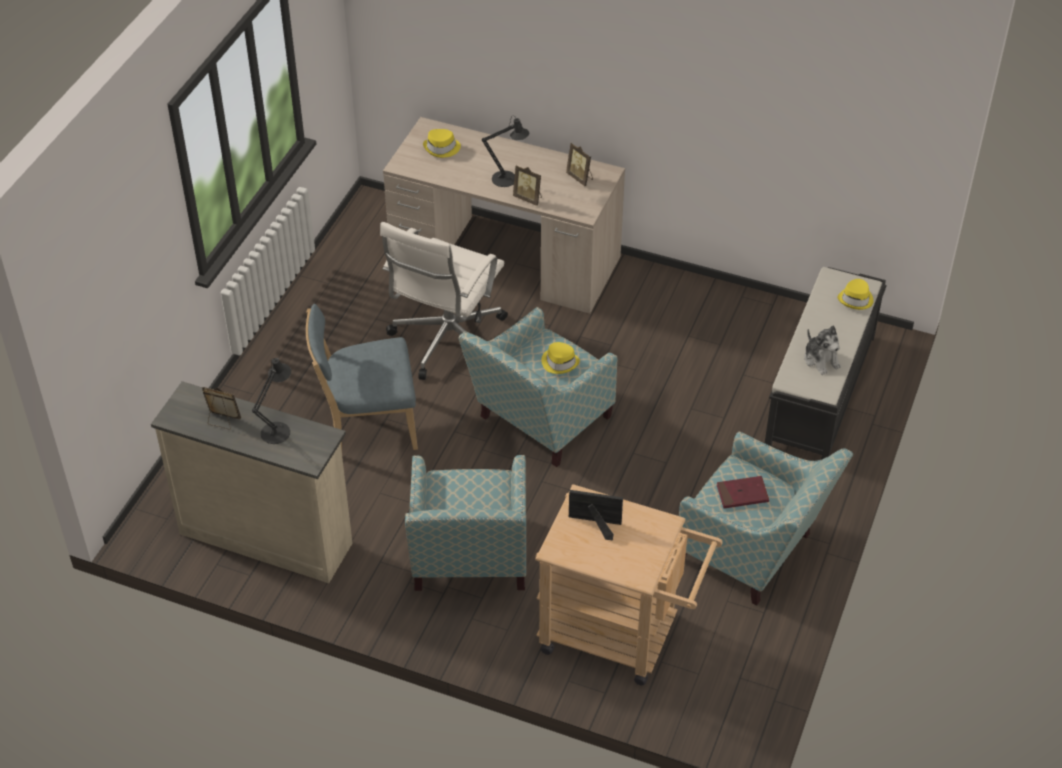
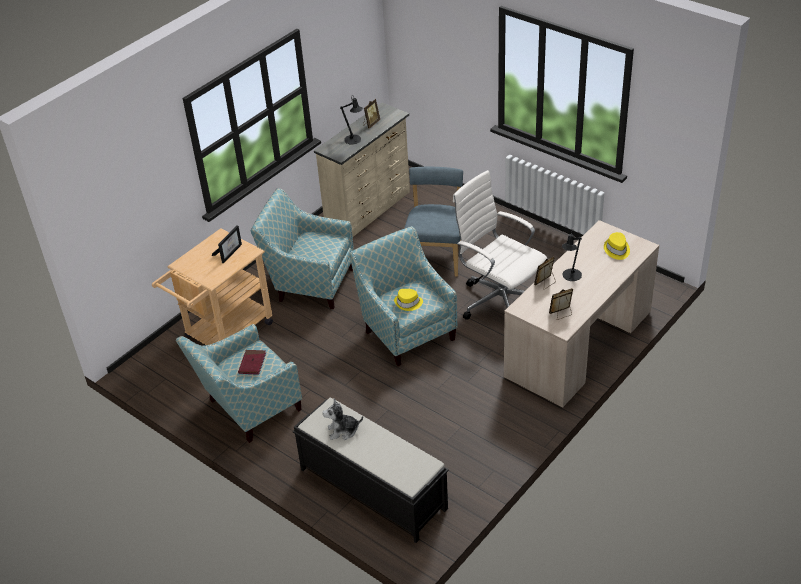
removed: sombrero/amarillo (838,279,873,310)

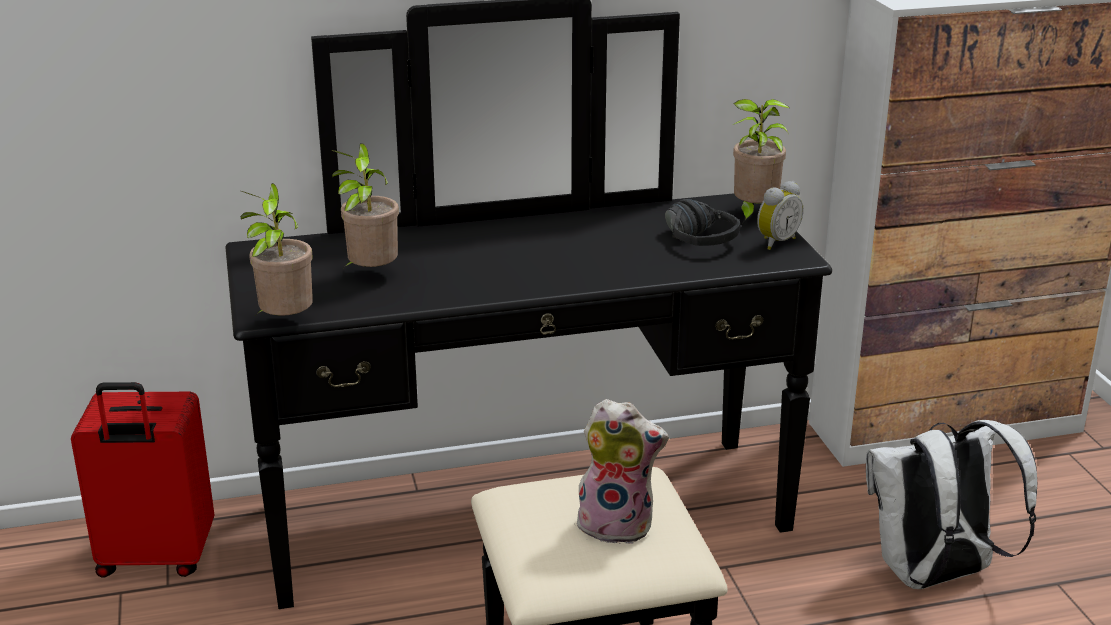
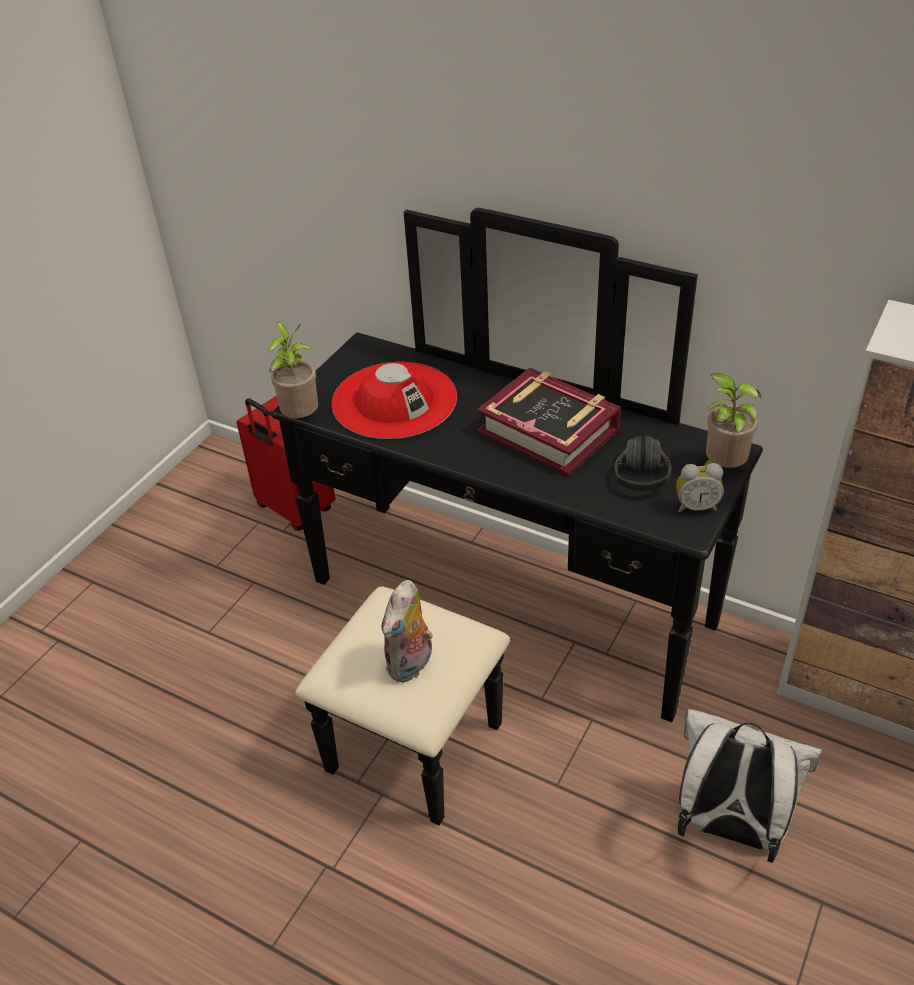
added: libro (477,368,621,476)
replaced: planta en maceta (331,143,399,268) to sombrero/rojo (332,362,457,439)
turned: peluche (577,399,669,544) = (382,580,433,683) 60 degrees clockwise

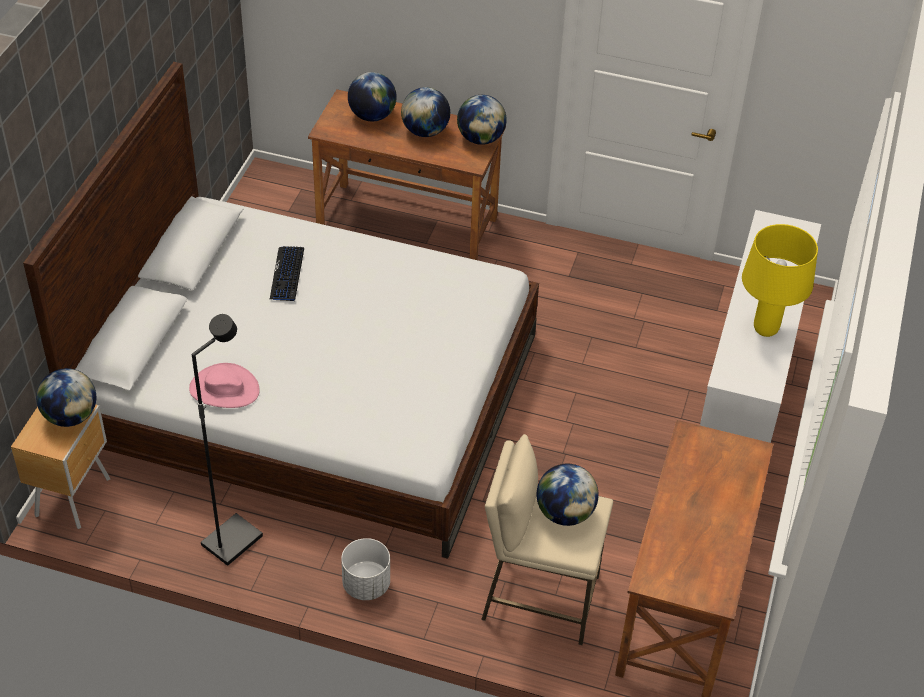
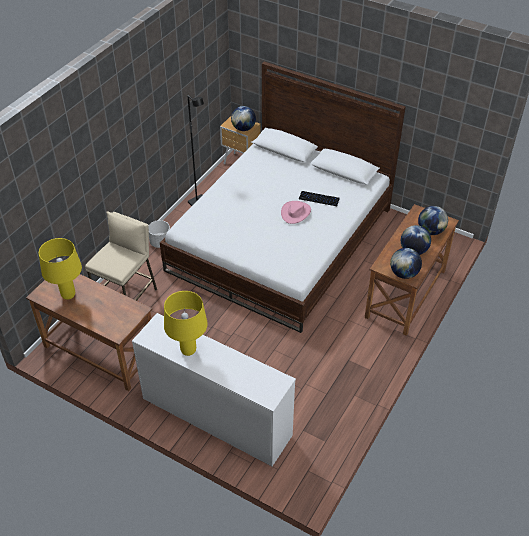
removed: globo terráqueo (537,464,599,526)
added: lámpara de mesa/amarillo (39,238,82,300)
moved: sombrero/rosa (189,363,260,408) to (281,201,311,224)

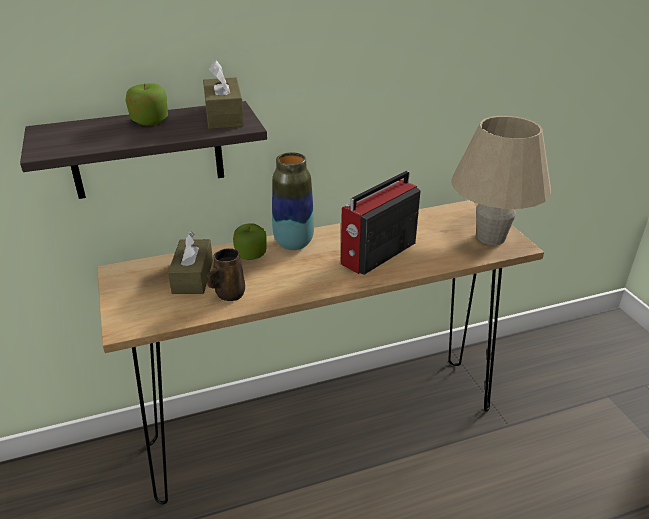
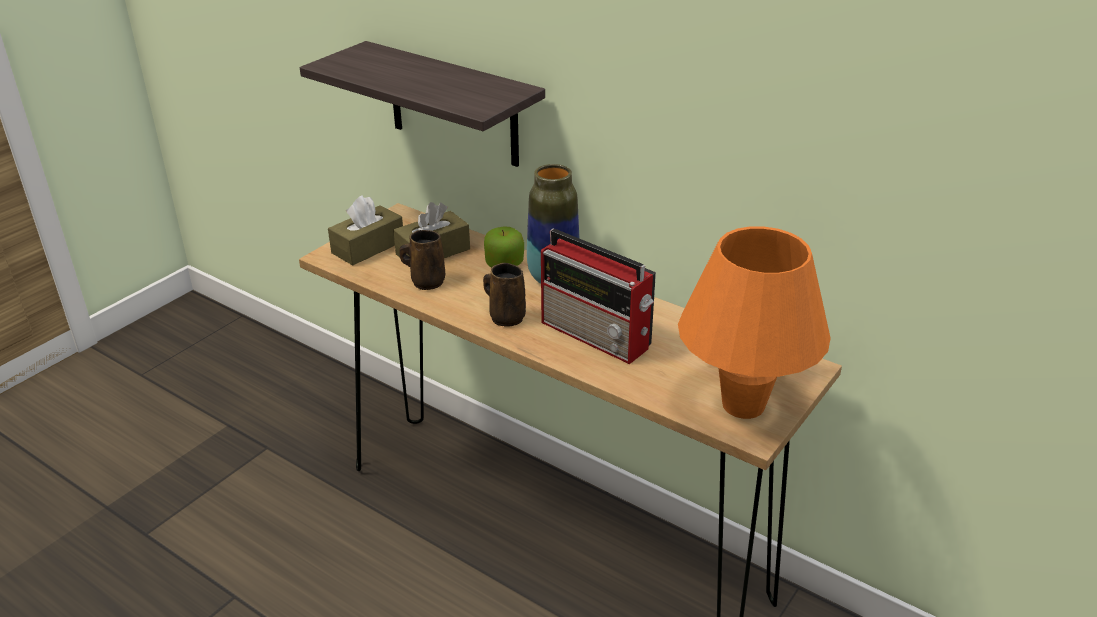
removed: manzana (125,84,168,125)
added: taza grande/marrón (483,263,526,326)
moved: caja de pañuelos/marrón (203,60,244,129) to (328,196,403,265)
recoloured: lámpara de mesa/beis (451,116,551,245) to lámpara de mesa/naranja (678,226,831,419)
turned: radio (341,171,421,275) = (541,229,656,364) 150 degrees counterclockwise

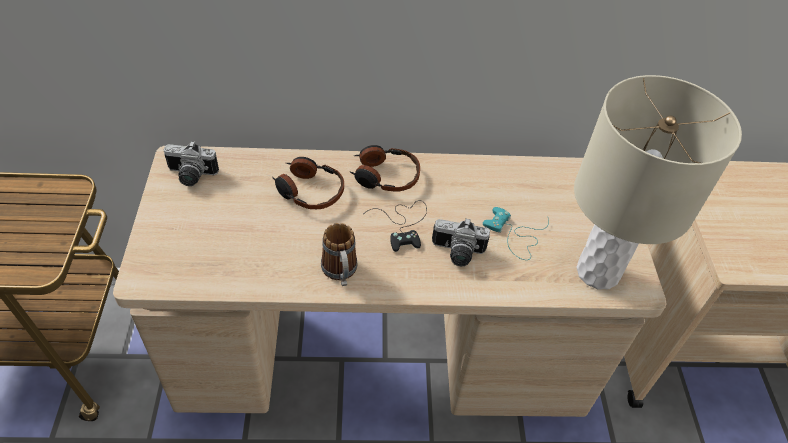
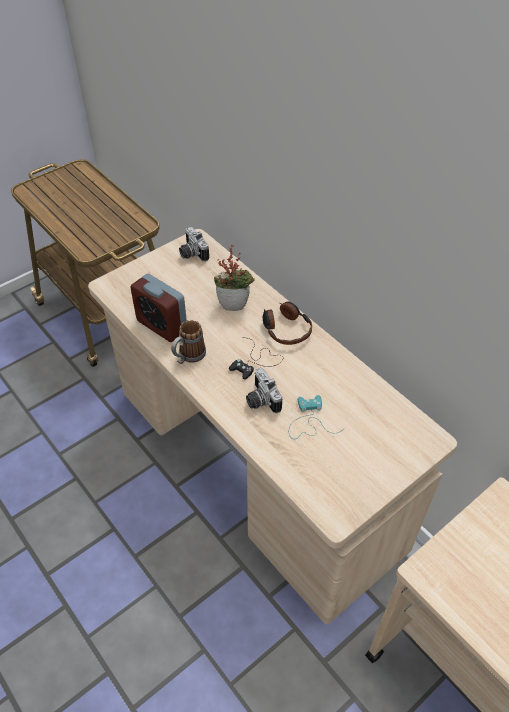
removed: lámpara de mesa/beis (574,75,742,289)
added: despertador (130,274,187,342)
replaced: auriculares (272,157,344,209) to planta en maceta (214,245,255,311)

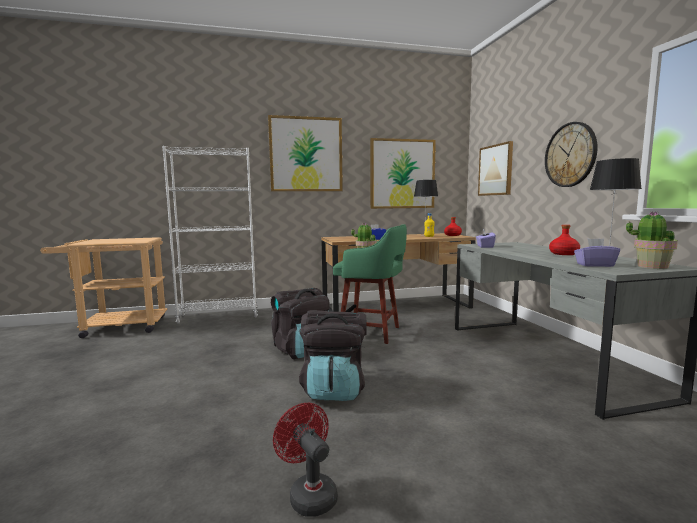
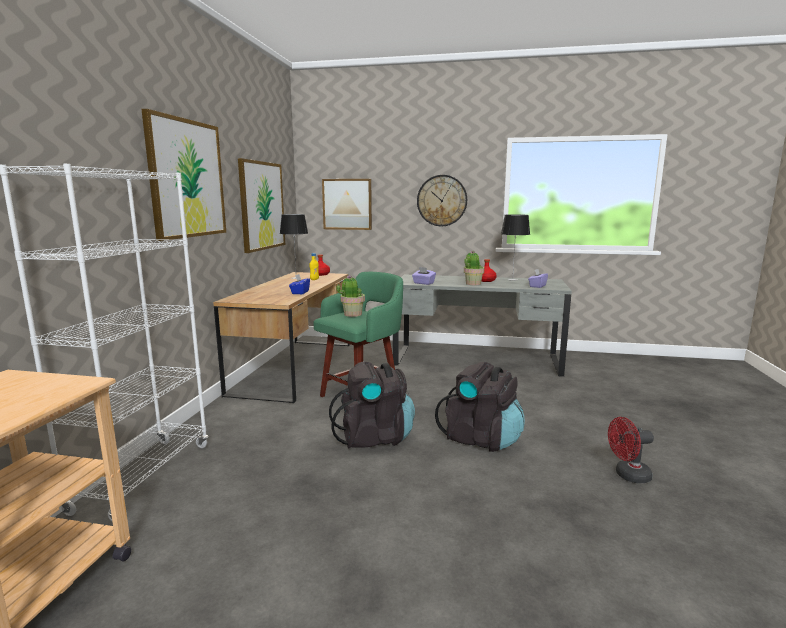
moved: planta en maceta (626,211,678,269) to (464,251,484,285)

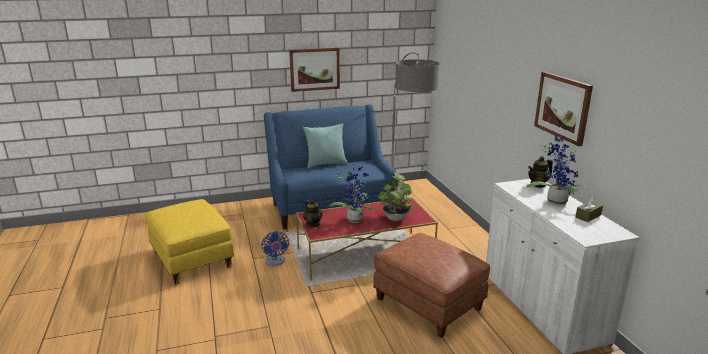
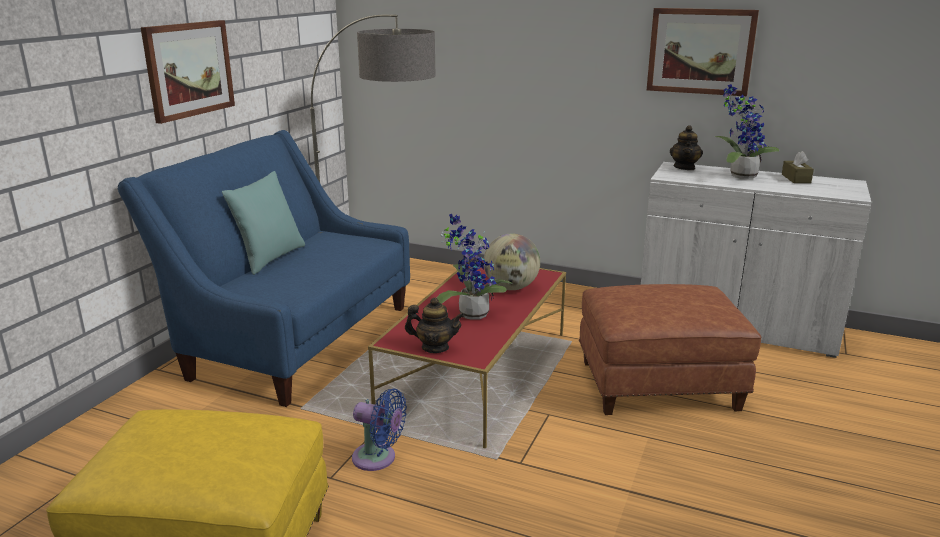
replaced: planta en maceta (377,172,414,221) to globo terráqueo (483,234,540,290)

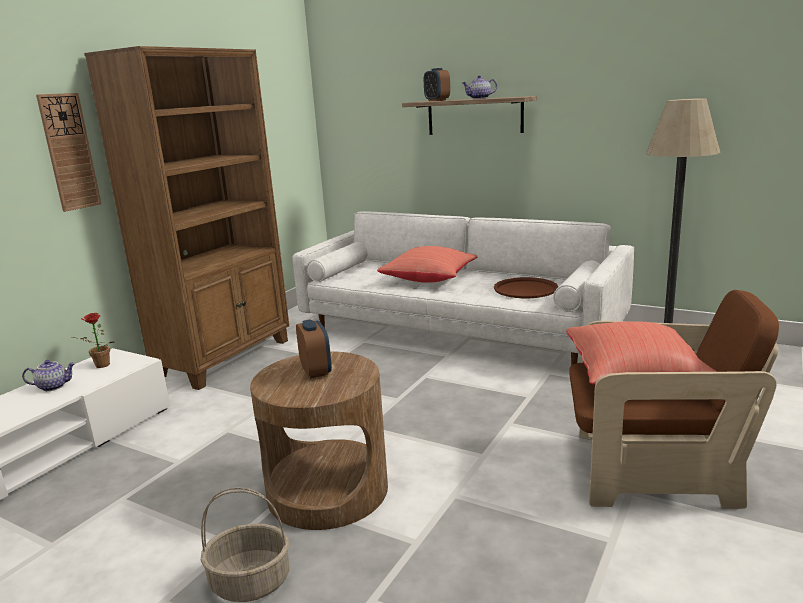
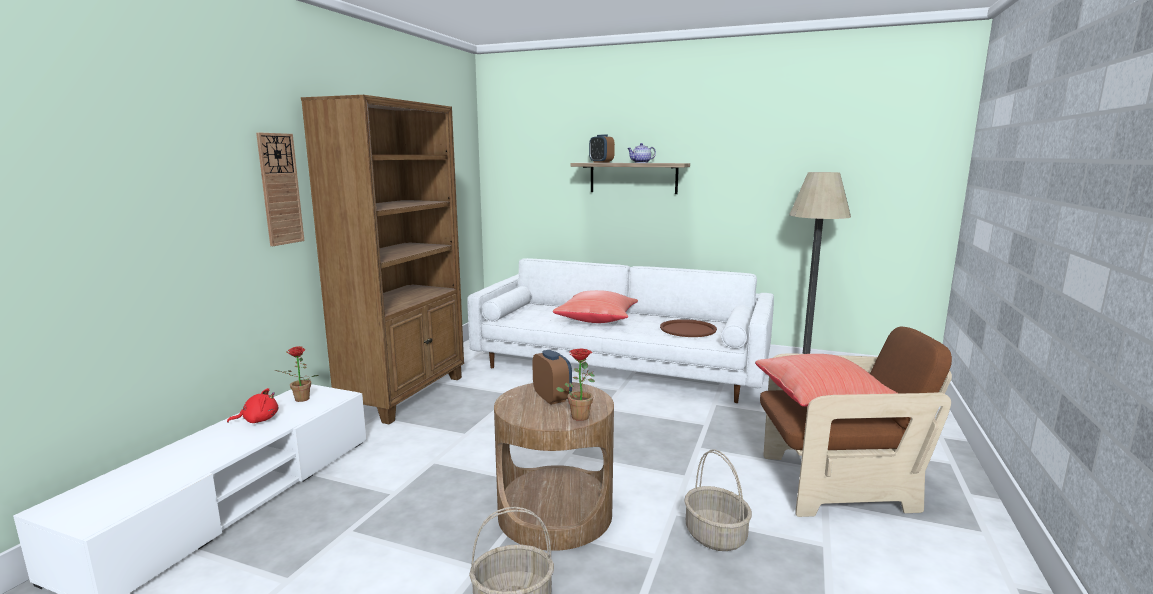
added: planta en maceta (556,349,595,421); cesta (684,449,752,551)
replaced: tetera (22,360,75,391) to peluche/rojo (227,388,278,423)

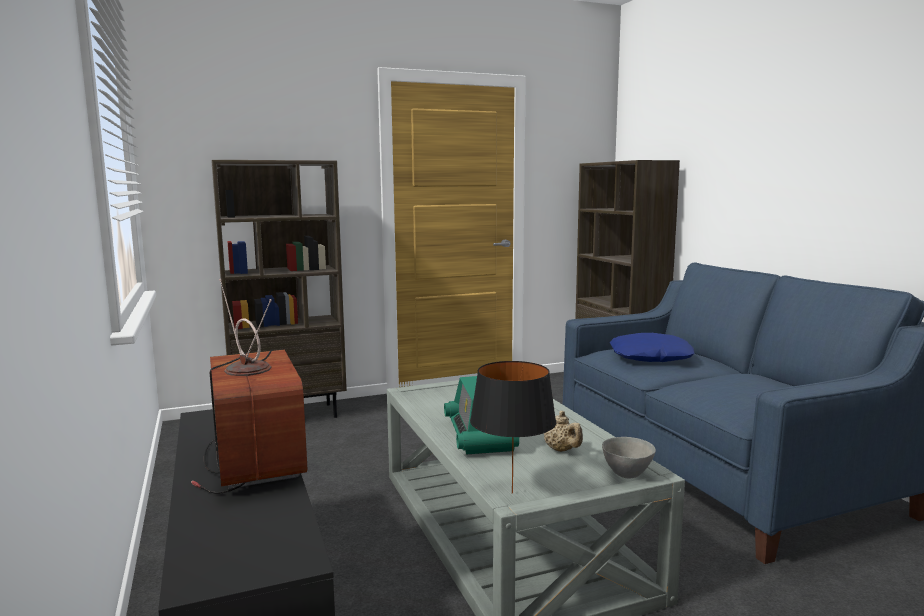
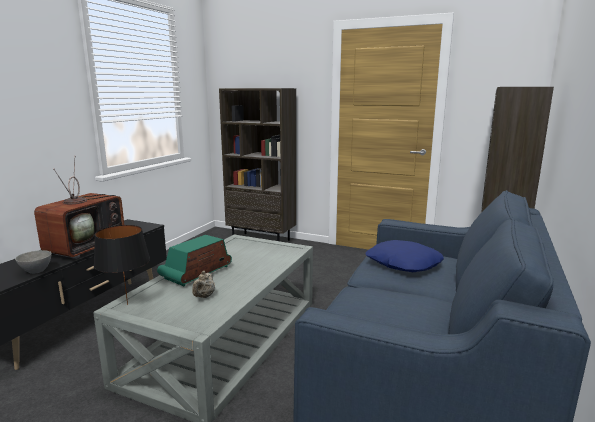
moved: cuenco/gris (602,437,656,479) to (15,250,52,274)

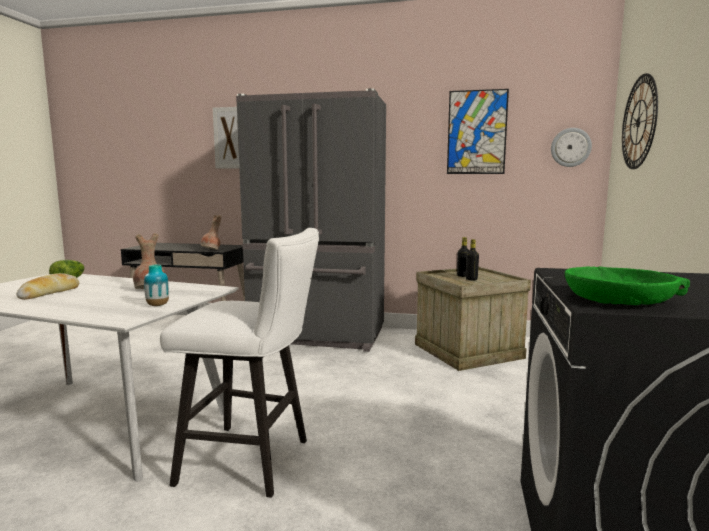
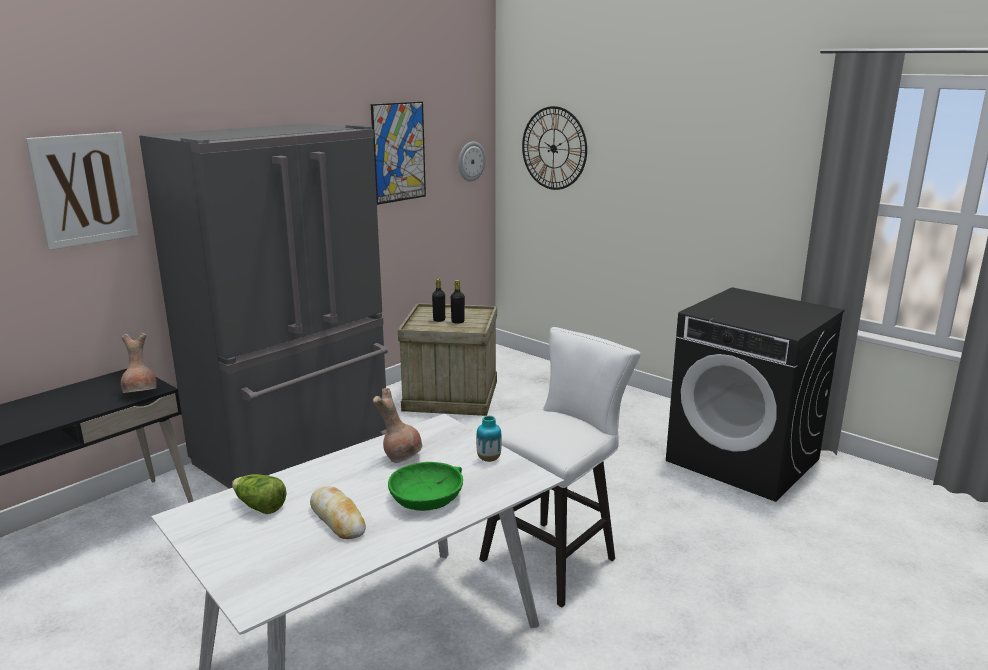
moved: cuenco/verde (565,267,690,305) to (388,462,463,511)

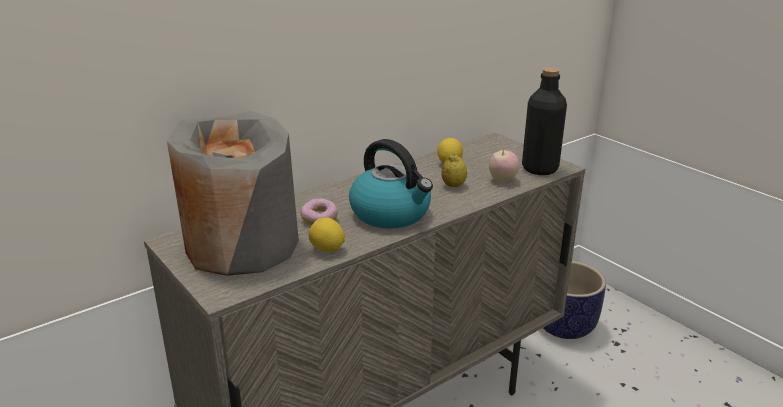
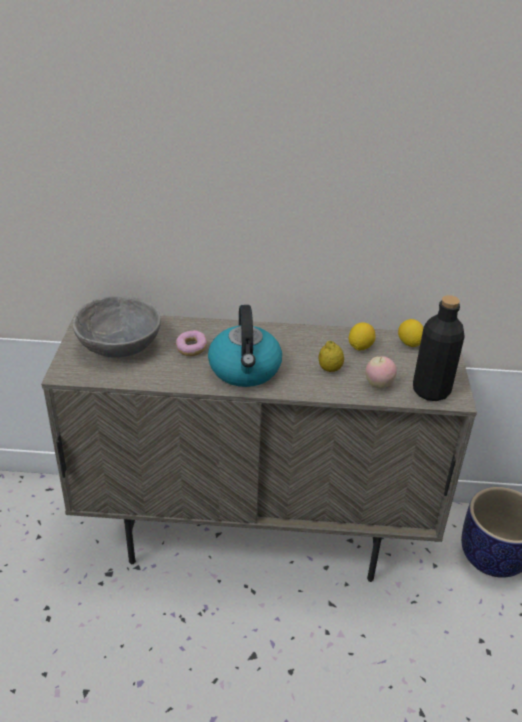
moved: limón (309,217,345,252) to (398,319,423,347)
replaced: florero/gris (167,111,299,276) to cuenco/gris (73,296,161,358)

